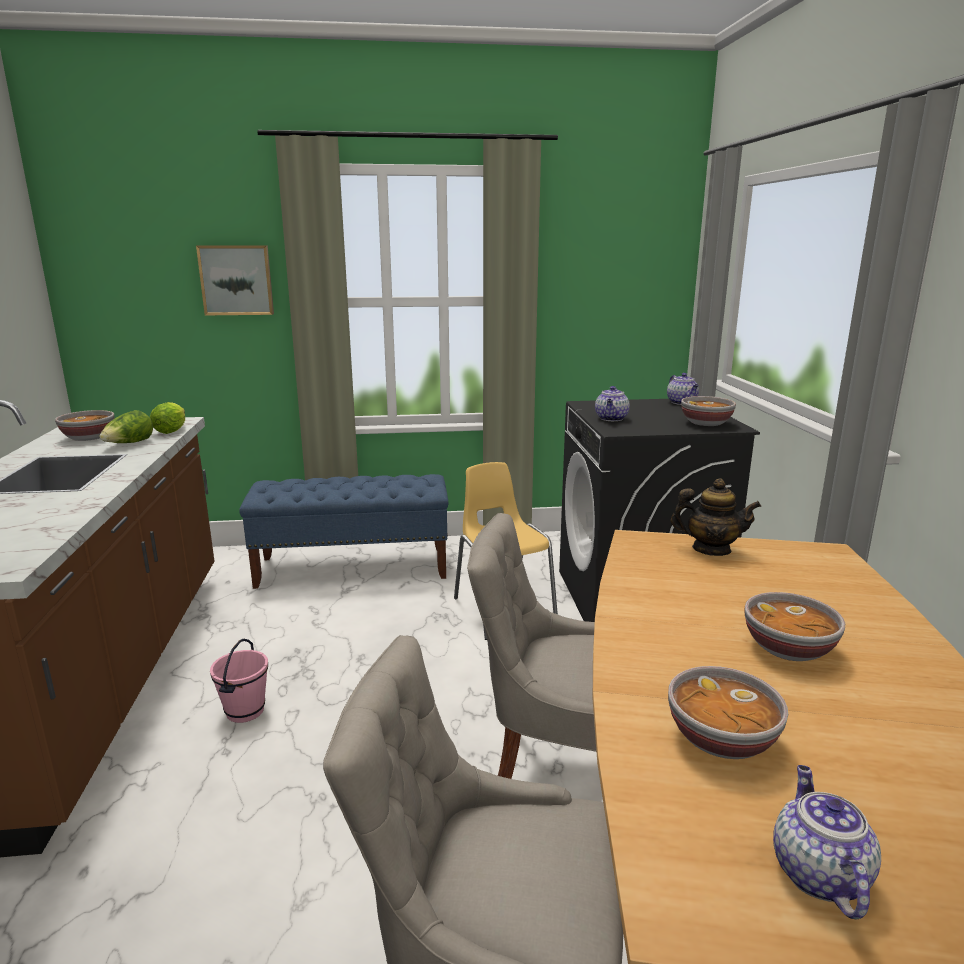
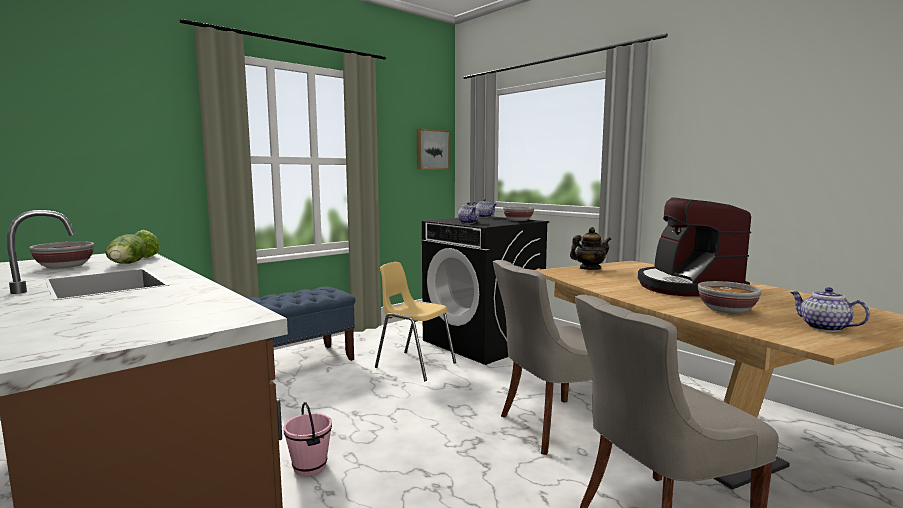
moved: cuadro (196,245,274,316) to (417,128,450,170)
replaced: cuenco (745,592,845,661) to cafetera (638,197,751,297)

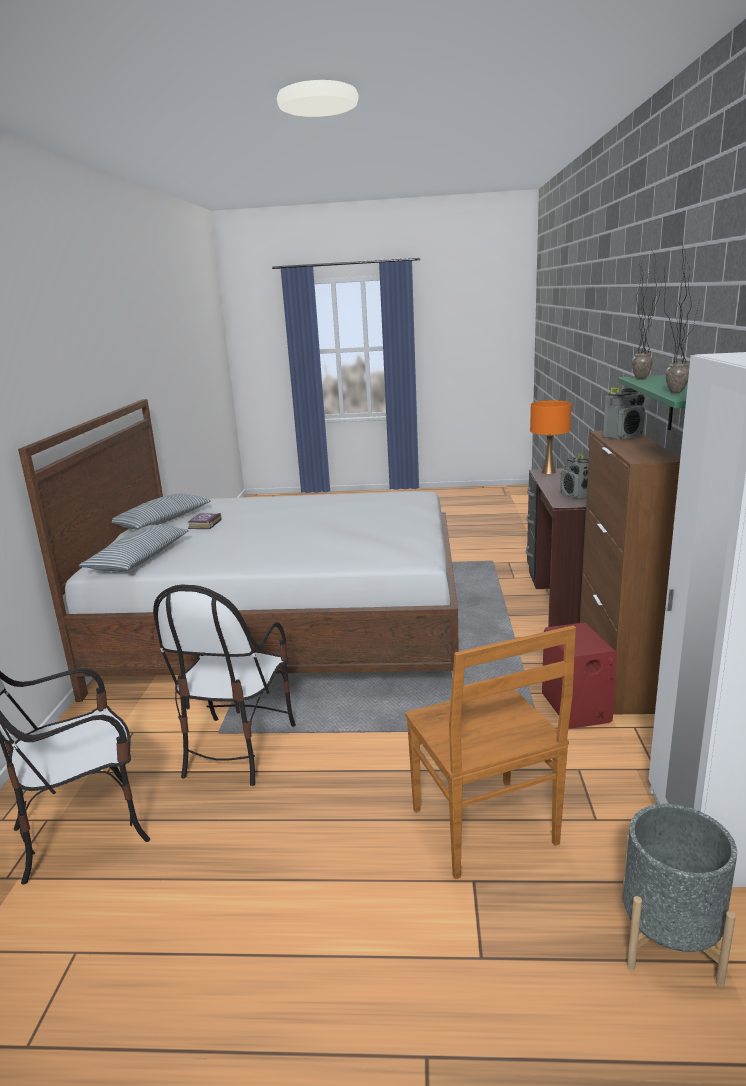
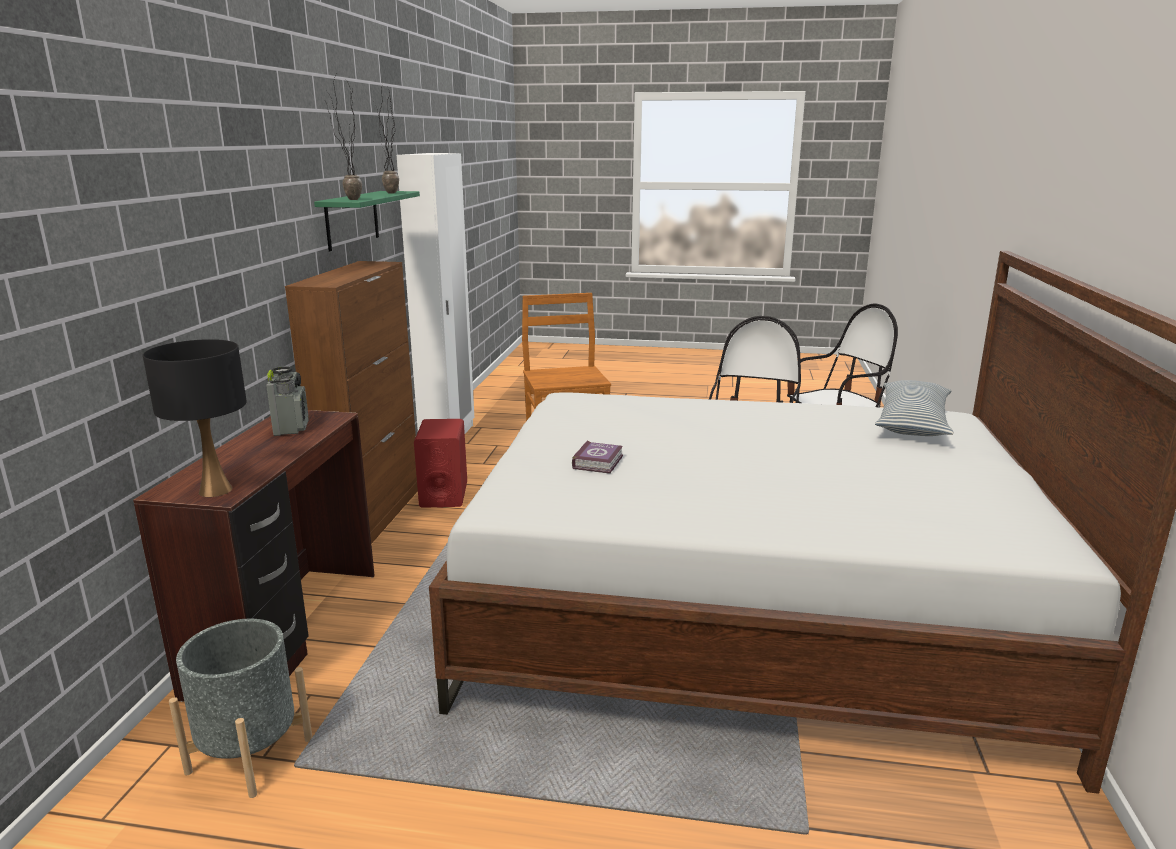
removed: radio (603,387,645,440); cojín (112,494,211,530)
moved: libro (187,513,221,529) to (572,441,623,474); maceta/gris (621,804,737,987) to (169,619,312,798)
recoloured: lámpara de mesa/naranja (530,400,571,474) to lámpara de mesa/negro (143,339,247,497)

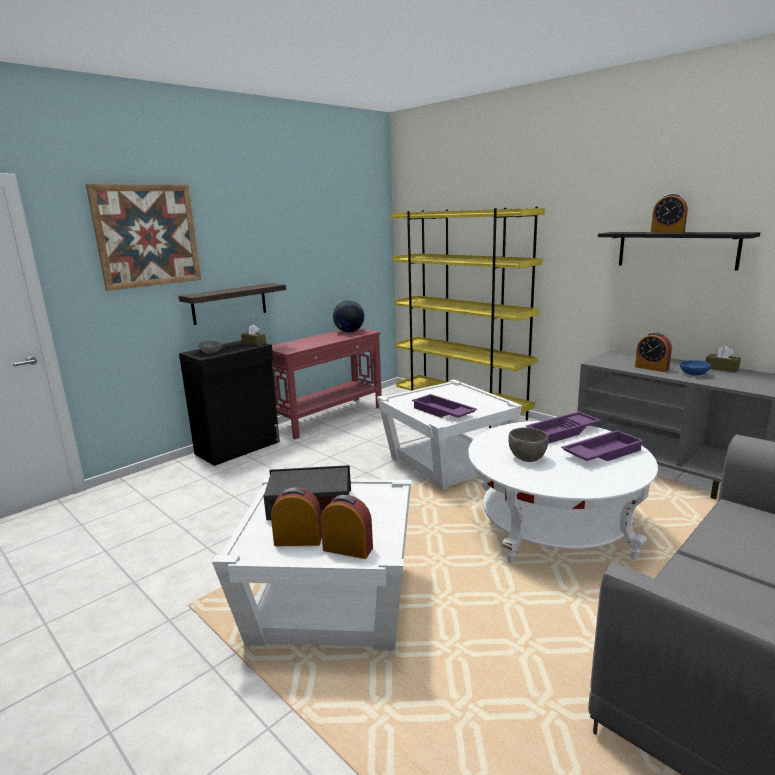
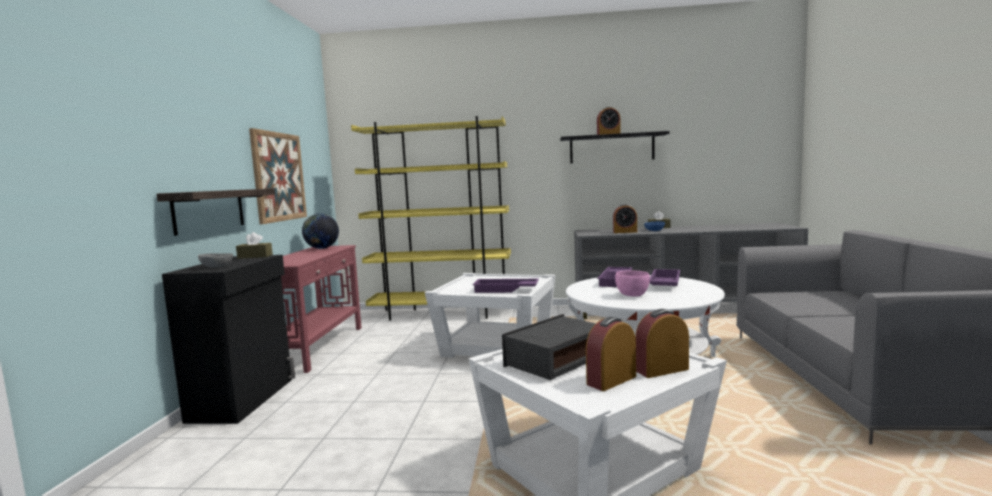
moved: cuadro (86,184,201,291) to (249,128,307,224)
recoloured: cuenco/gris (508,427,549,462) to cuenco/rosa (615,270,650,297)

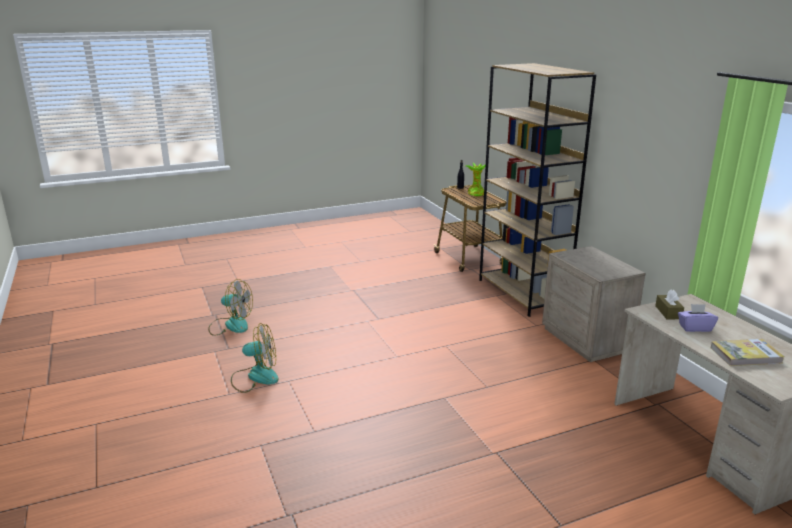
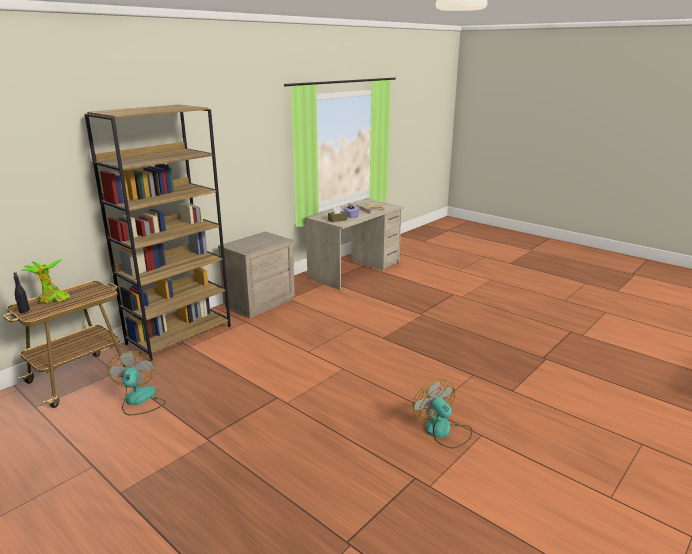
moved: ventilador (208,279,253,336) to (107,351,166,415)

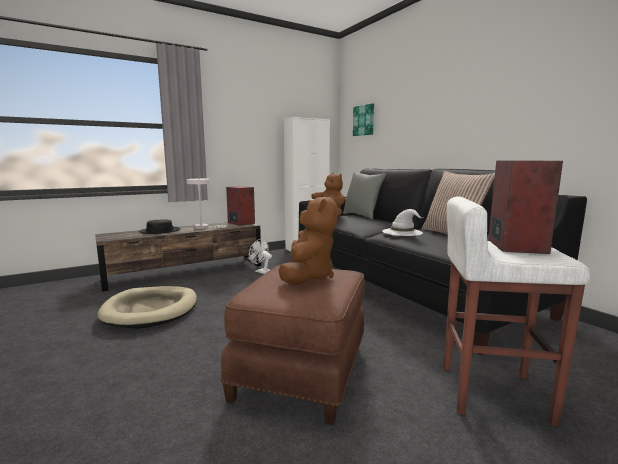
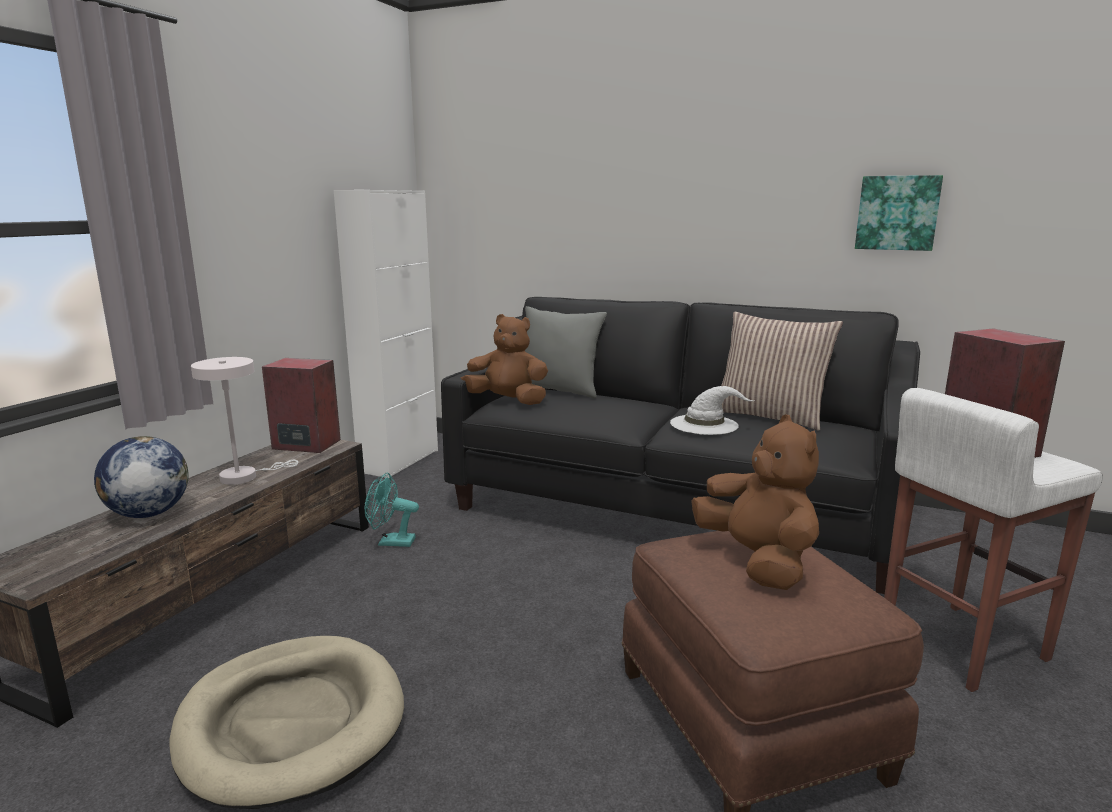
moved: cuadro (353,103,374,136) to (855,175,943,251)
replaced: sombrero/negro (139,220,181,234) to globo terráqueo (94,436,189,518)
recoloured: ventilador/blanco (249,239,272,274) to ventilador/turquesa (365,472,419,547)

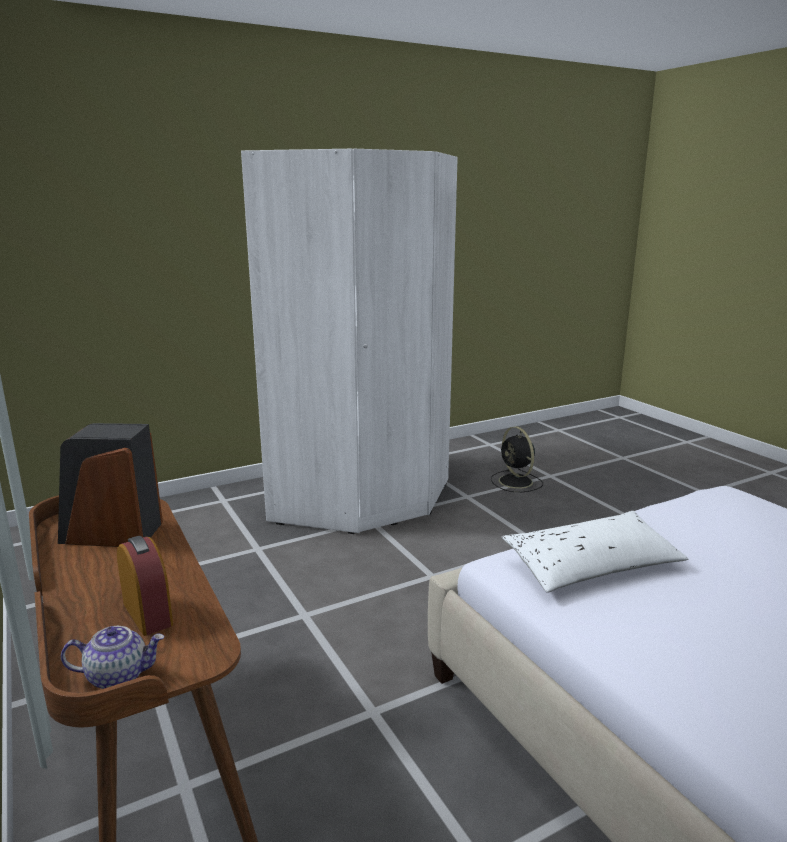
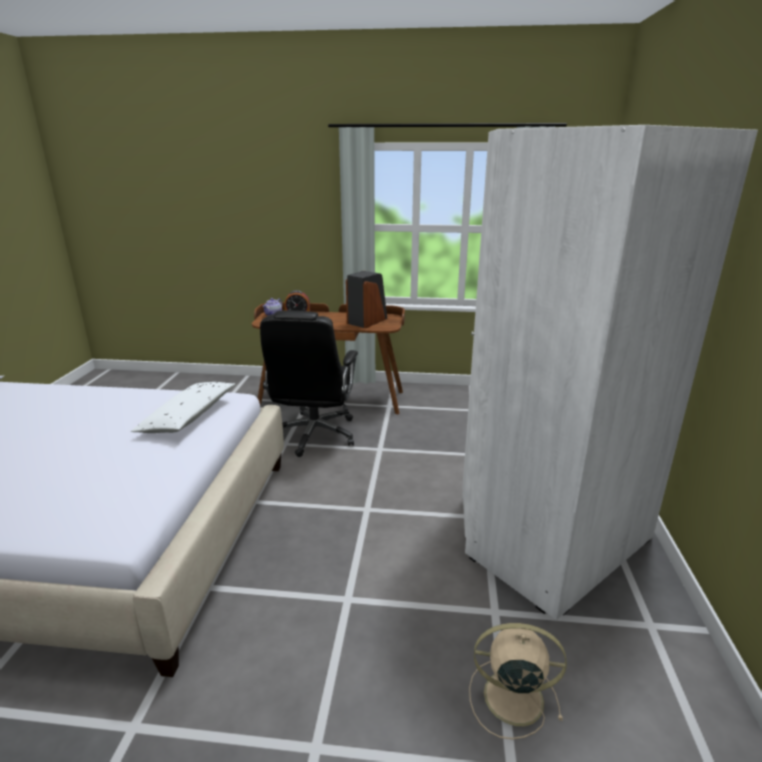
added: silla de oficina/negro (260,311,358,457)
recoloured: ventilador/negro (491,426,543,492) to ventilador/beis (469,623,567,740)

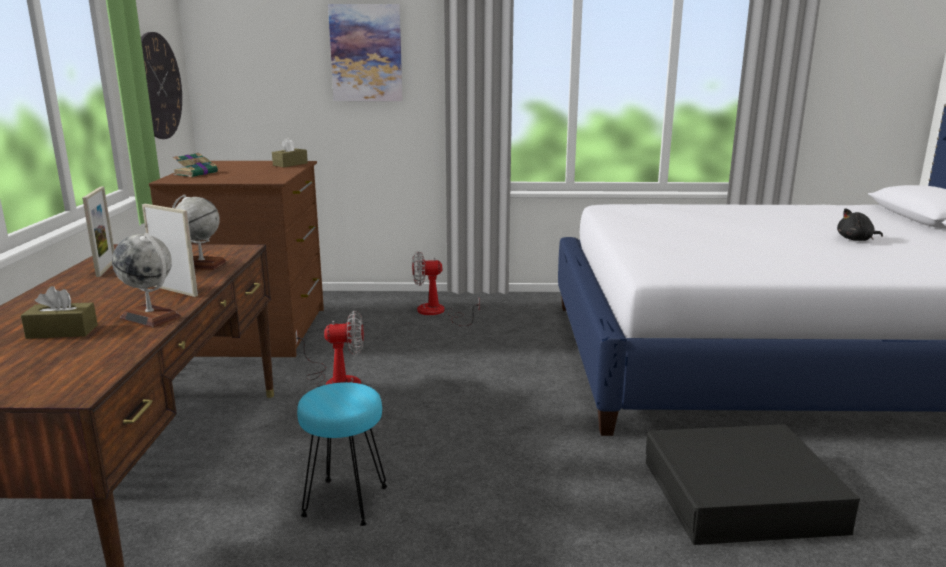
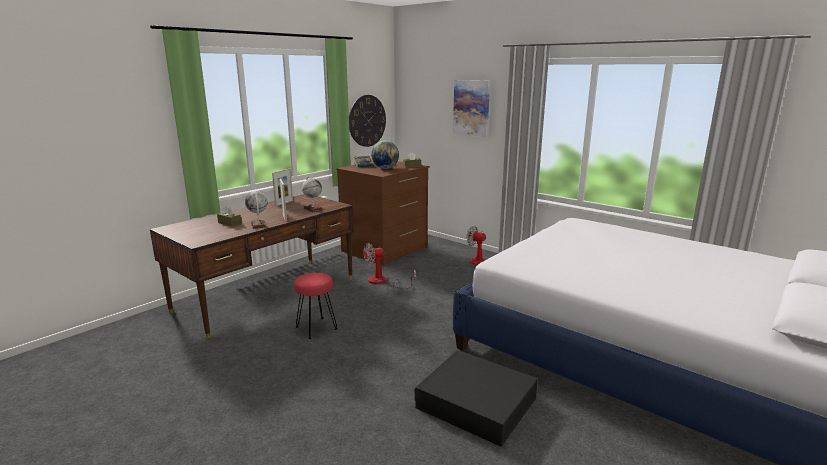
removed: peluche/negro (837,208,883,241)
added: globo terráqueo (371,141,399,169)
recoloured: taburete/turquesa (297,382,387,526) to taburete/rojo (294,273,338,339)
turned: ventilador (296,311,364,387) = (363,243,416,289) 120 degrees clockwise

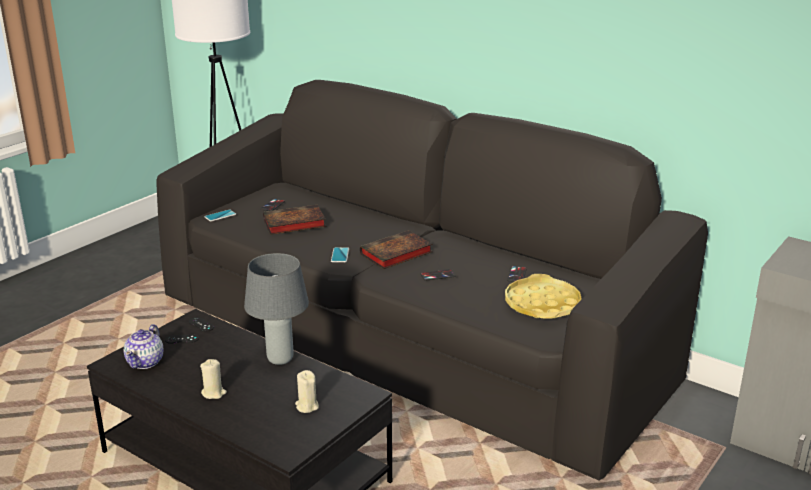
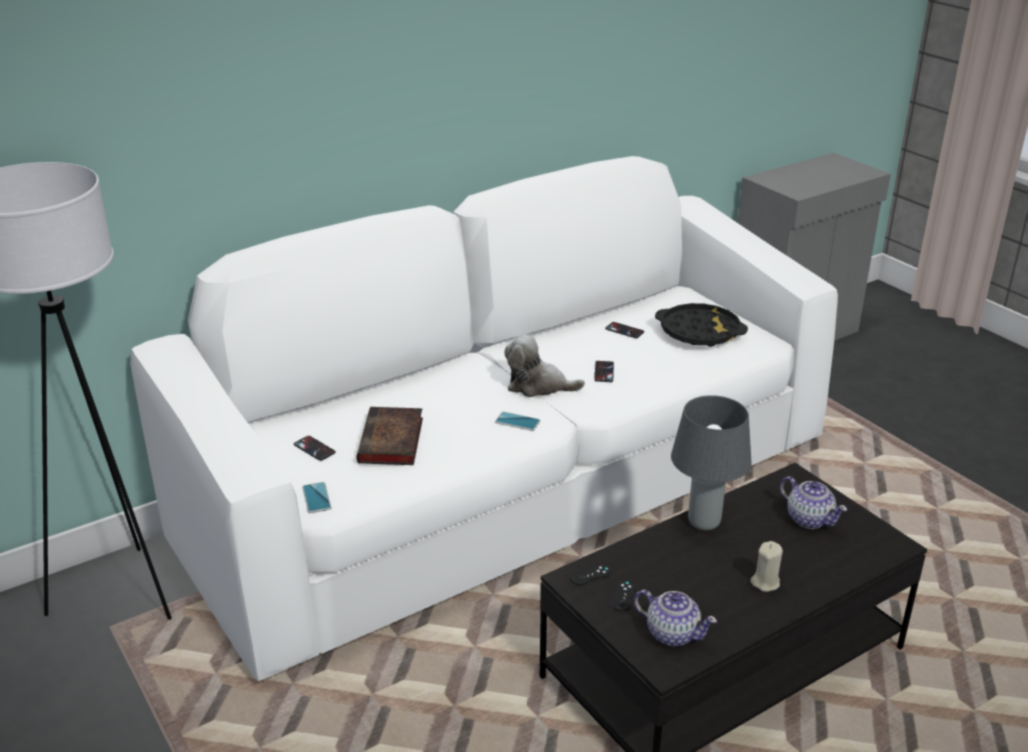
replaced: libro (360,230,433,269) to peluche (504,334,585,397); vela/beis (295,370,319,413) to tetera (780,476,847,529)
recoloured: sofá/negro (156,80,708,481) to sofá/blanco (130,156,838,681); bandeja/amarillo (505,274,582,319) to bandeja/negro (655,303,748,347)

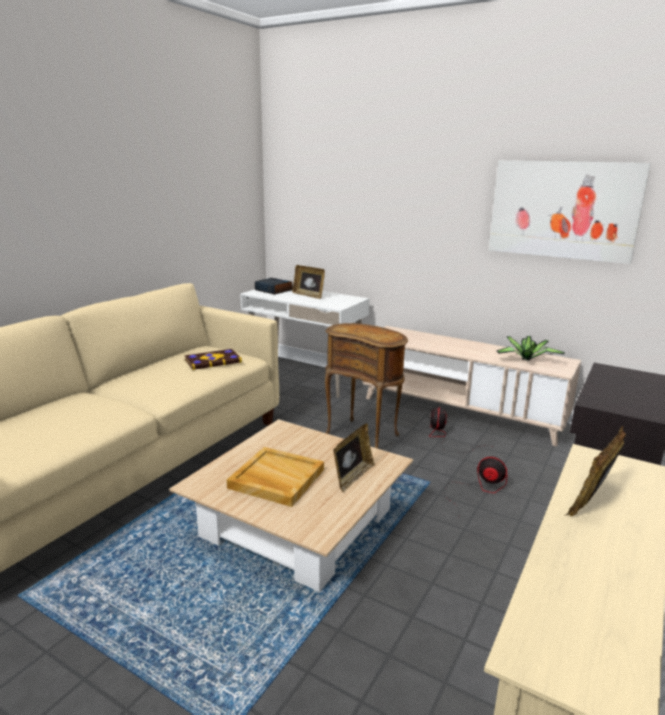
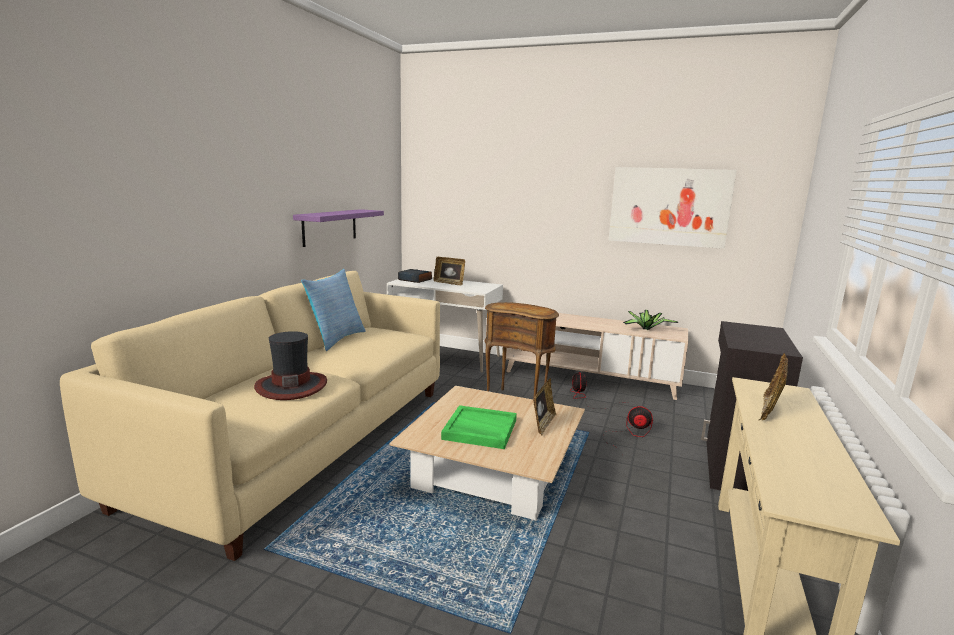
removed: libro (184,349,242,370)
added: estante/morado (293,209,384,247); cojín (301,269,366,351); sombrero (254,331,327,400)
recoloured: bandeja/beis (227,447,324,507) to bandeja/verde (441,405,517,449)

